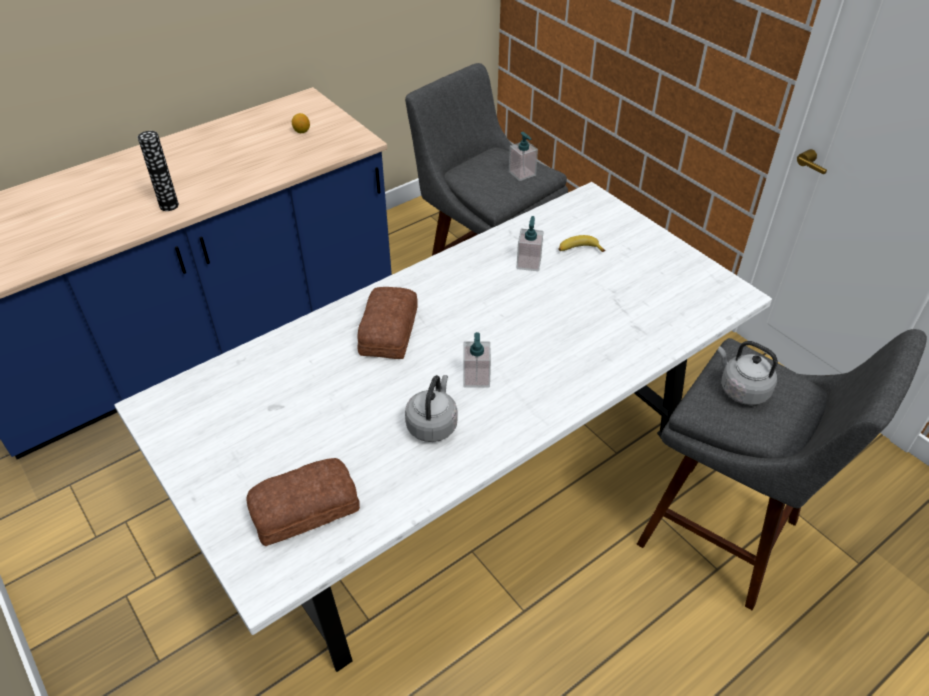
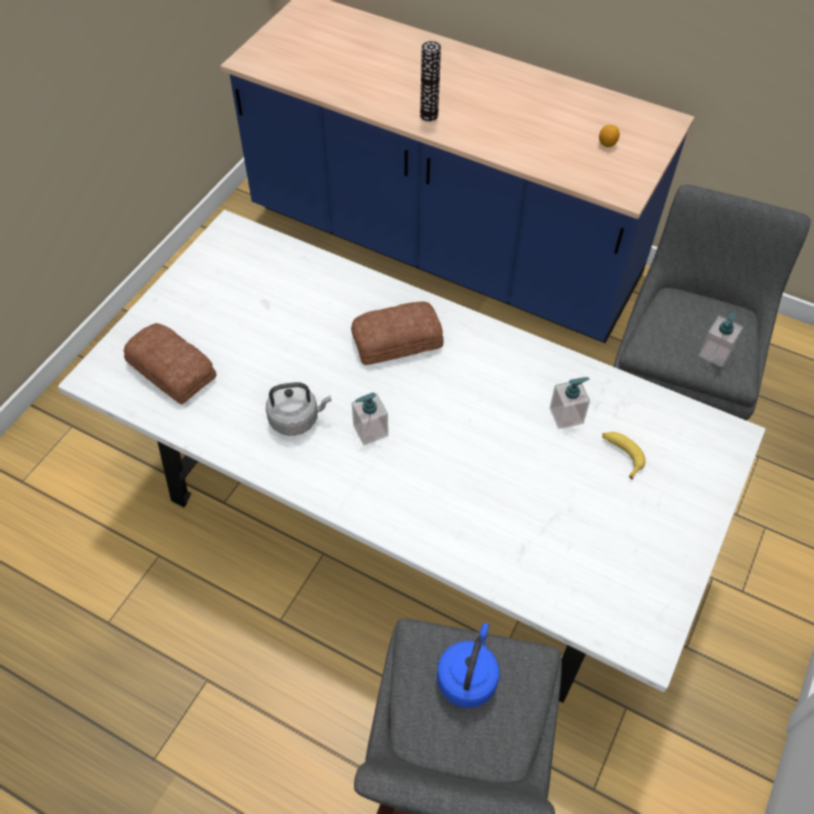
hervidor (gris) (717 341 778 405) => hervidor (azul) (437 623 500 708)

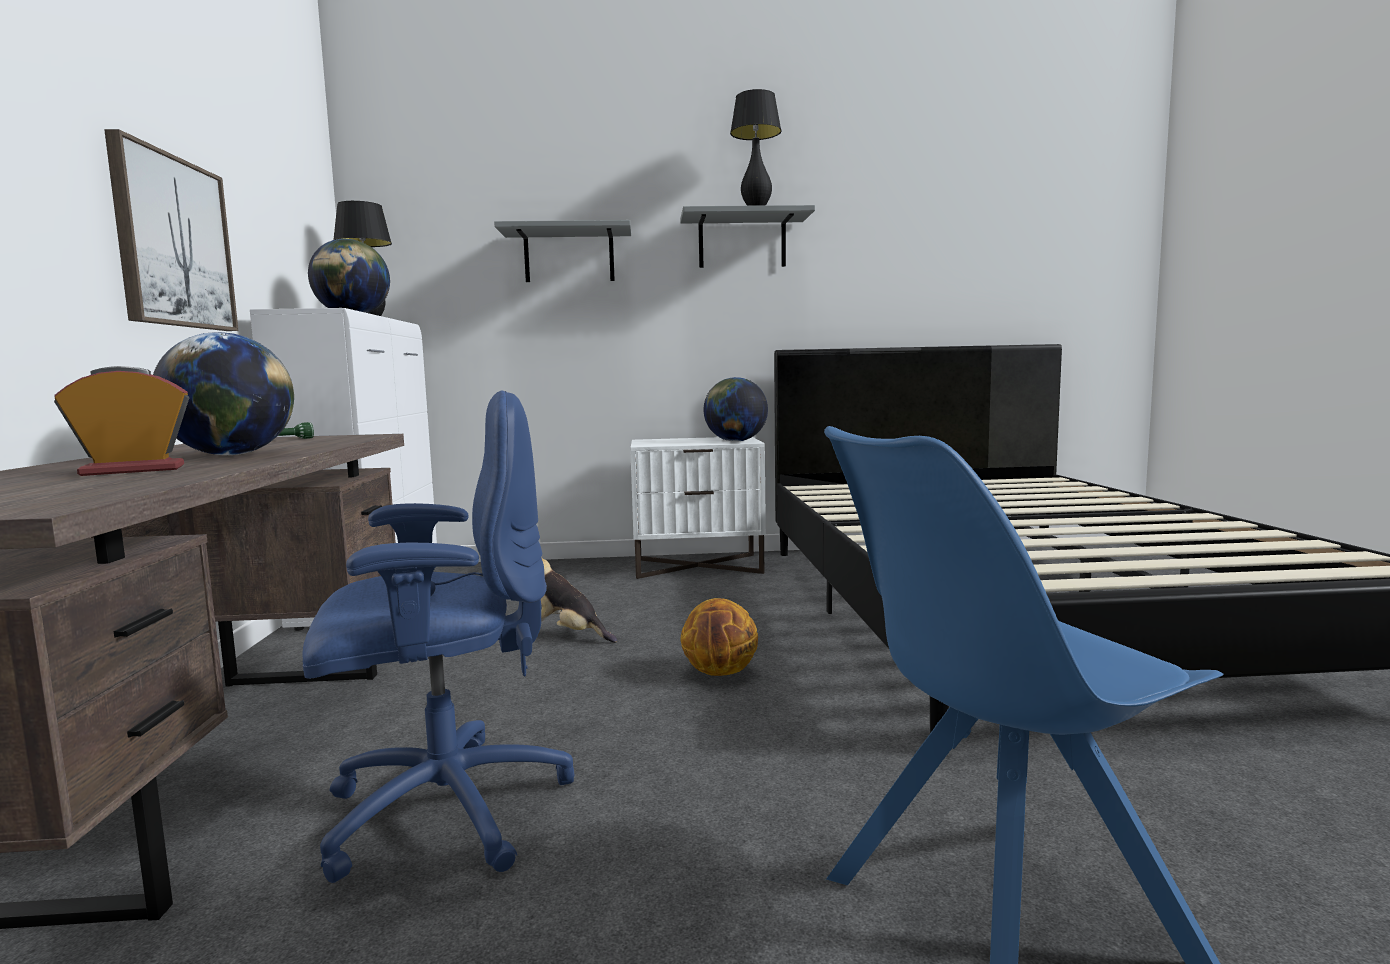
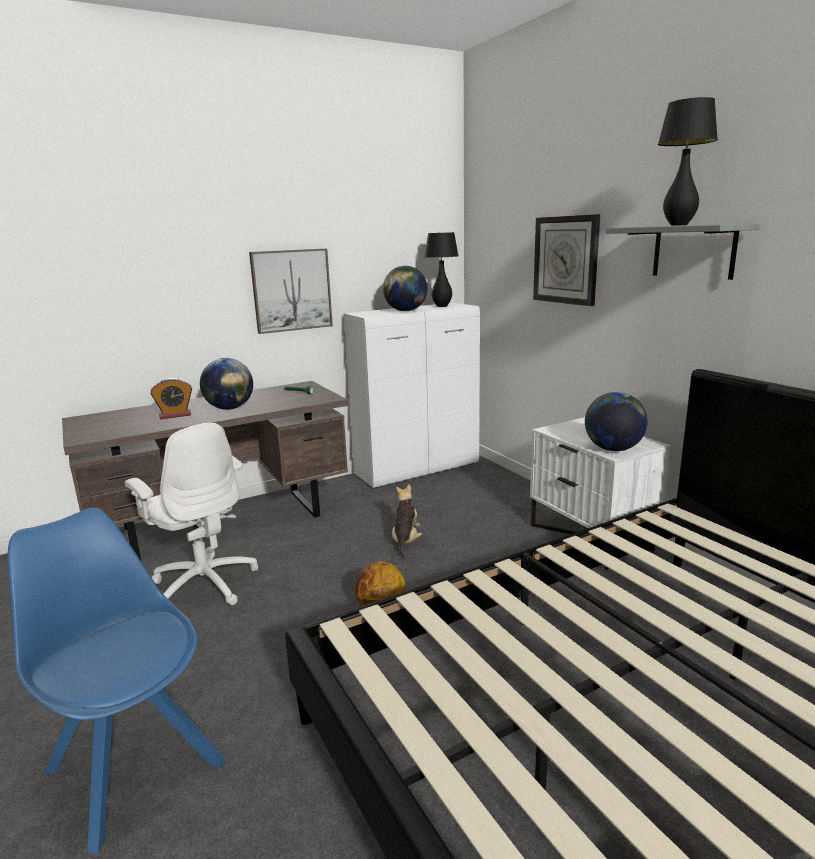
despertador (54 366 190 476) => despertador (150 378 192 419), 120 degrees clockwise
silla de oficina (azul) (302 390 574 883) => silla de oficina (blanco) (125 423 258 605)
estante (gris) (494 220 631 282) => reloj de pared (533 214 600 306)

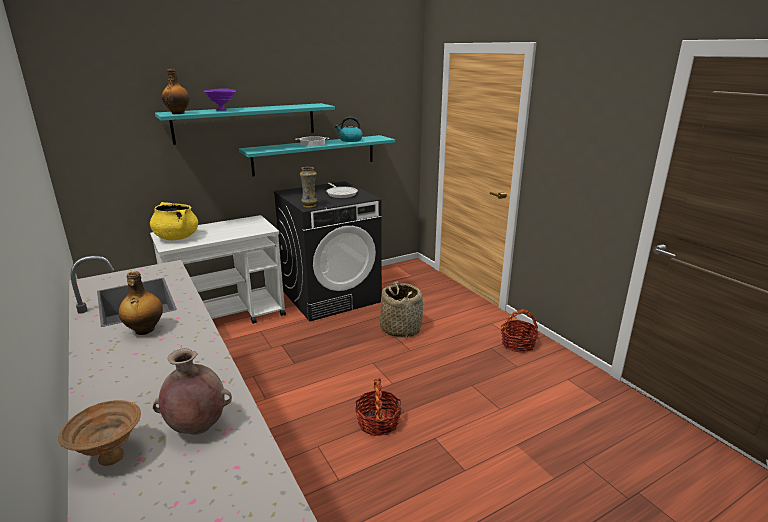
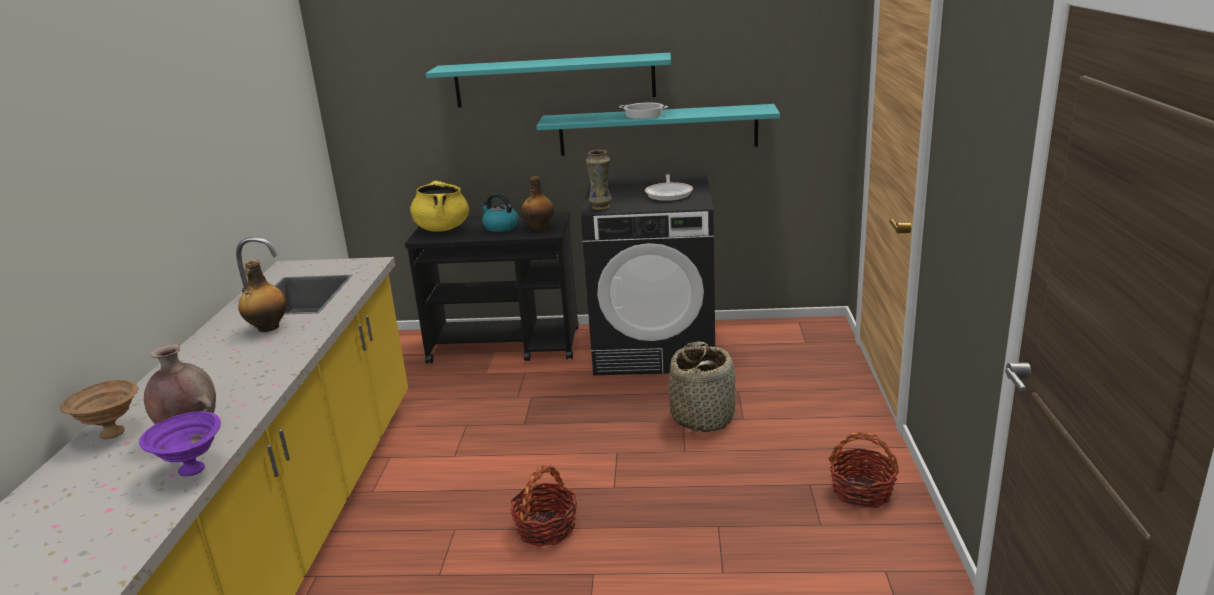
carrito (blanco) (150 215 286 324) => carrito (negro) (405 212 579 364)
botella (162 69 190 114) => botella (521 176 554 231), shifted
cuenco (morado) (203 88 236 111) => cuenco (morado) (139 411 221 476), shifted
hervidor (335 117 363 142) => hervidor (480 193 519 232), shifted

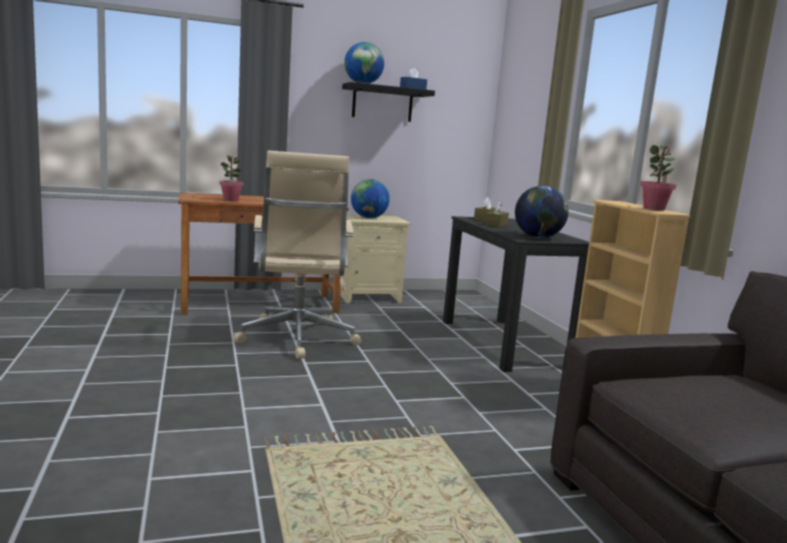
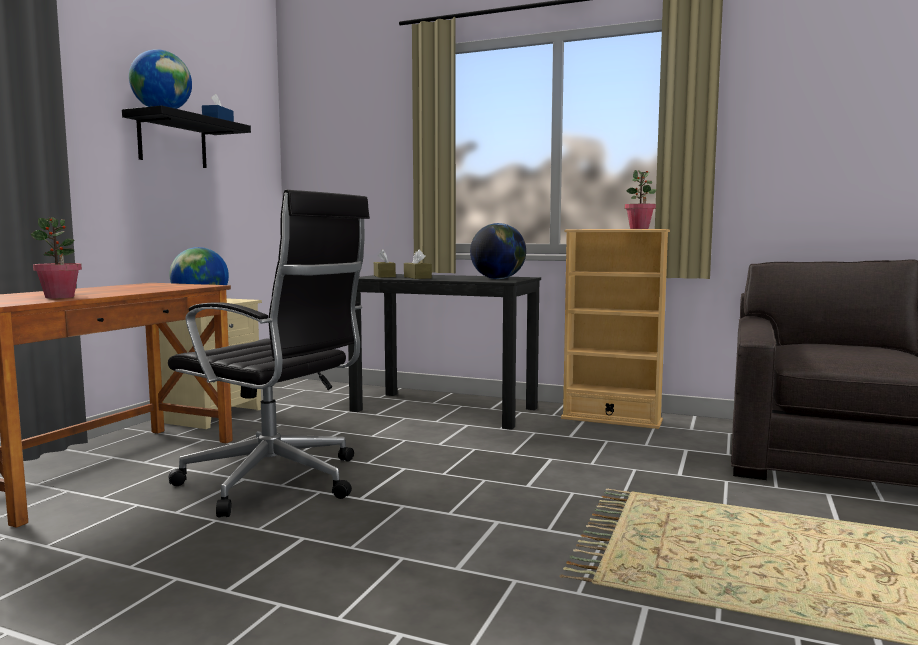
silla de oficina (beis) (233 151 361 359) => silla de oficina (negro) (168 190 370 518)

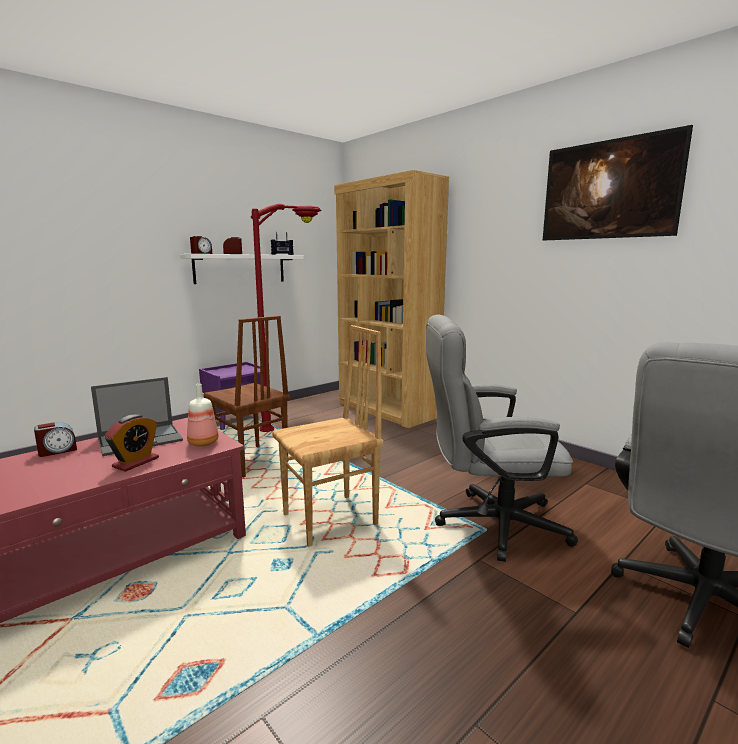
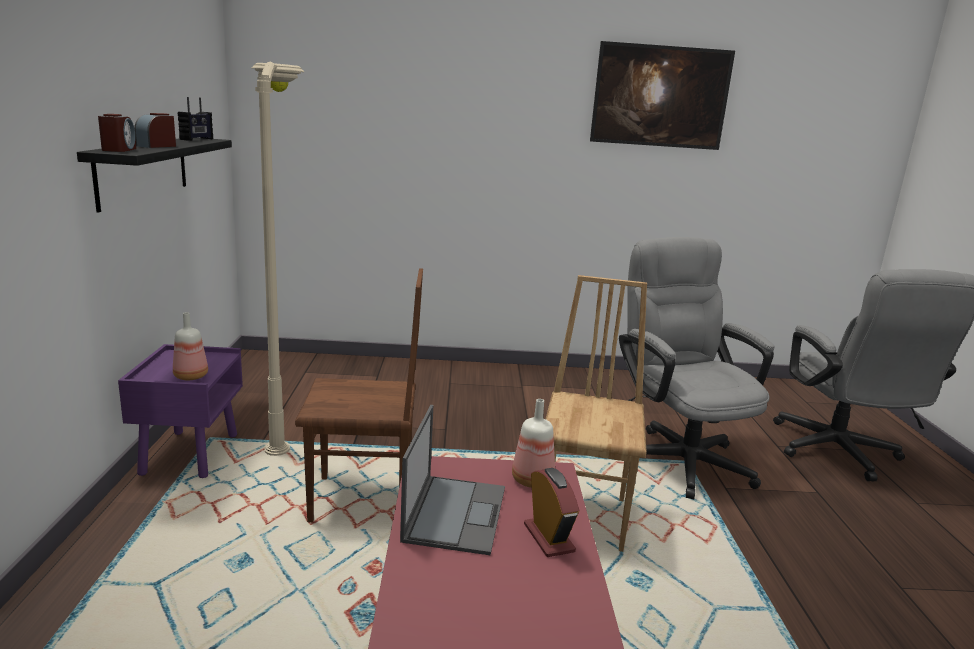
despertador (34 422 77 457) => nothing
estante (blanco) (180 254 304 284) => estante (negro) (77 138 232 212)
lámpara de pie (rojo) (251 203 322 432) => lámpara de pie (beis) (251 62 304 456)
estantería (marrón) (334 170 449 428) => nothing
silla de oficina (gris) (426 315 578 562) => silla de oficina (gris) (619 237 775 499), 120 degrees clockwise
nothing => botella (173 312 208 380)

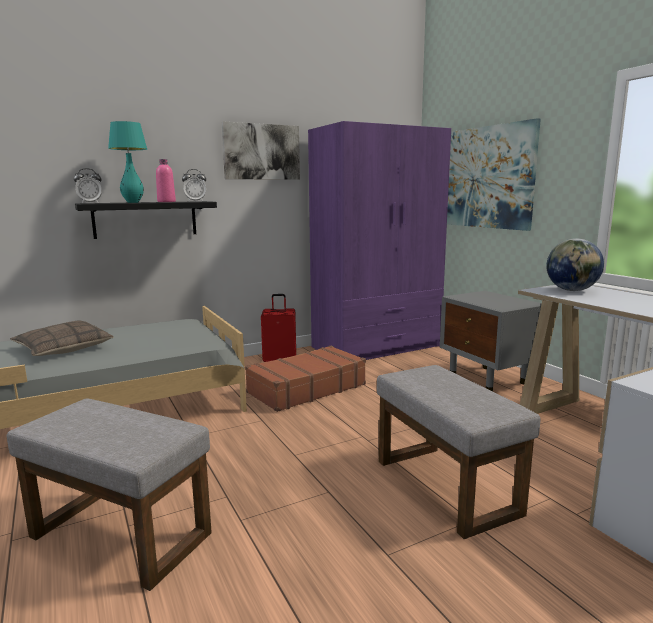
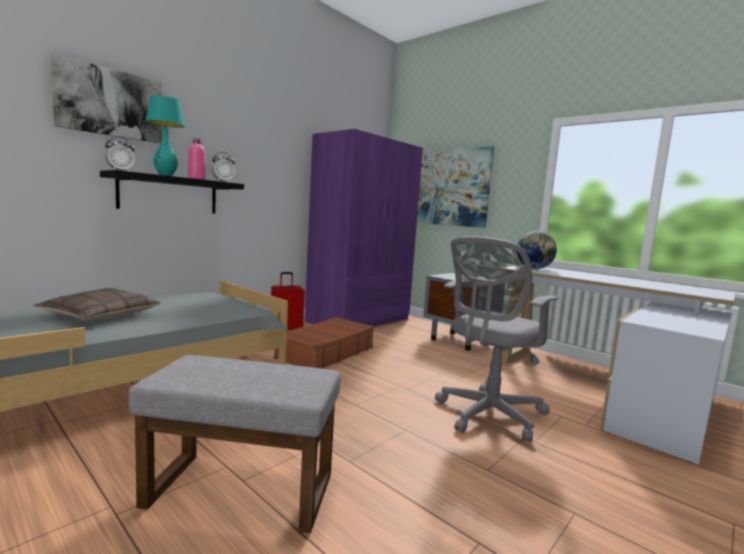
cuadro (222 121 300 180) => cuadro (51 53 162 143), shifted
puf (gris) (377 365 541 539) => silla de oficina (gris) (435 236 559 442)

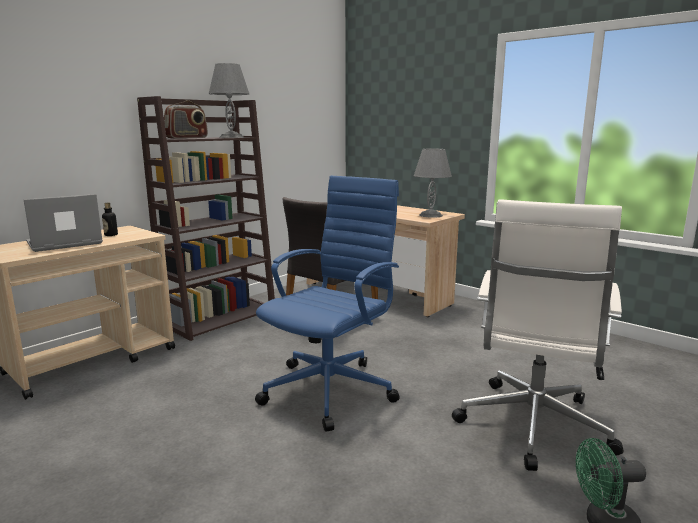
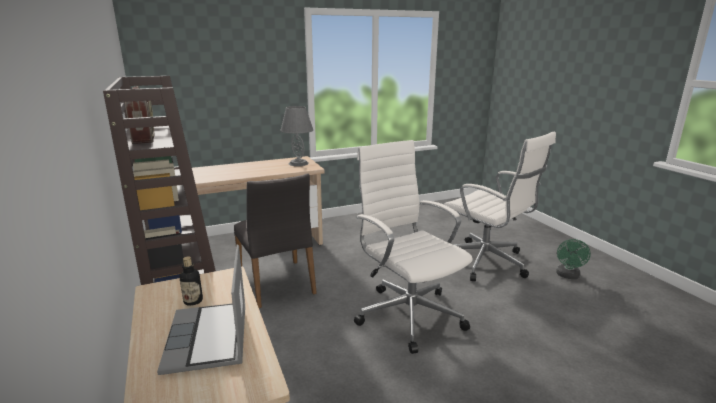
lámpara de mesa (gris) (209 63 249 138) => nothing
silla de oficina (azul) (255 176 400 431) => silla de oficina (blanco) (354 140 473 354)

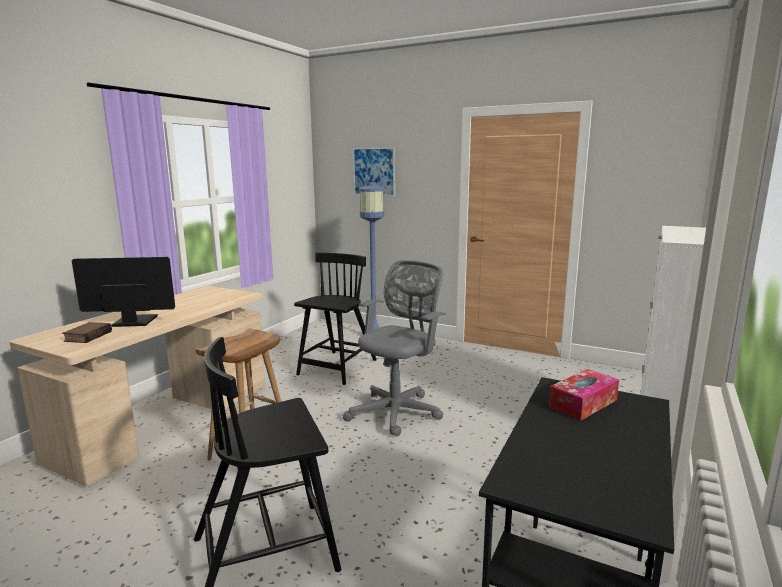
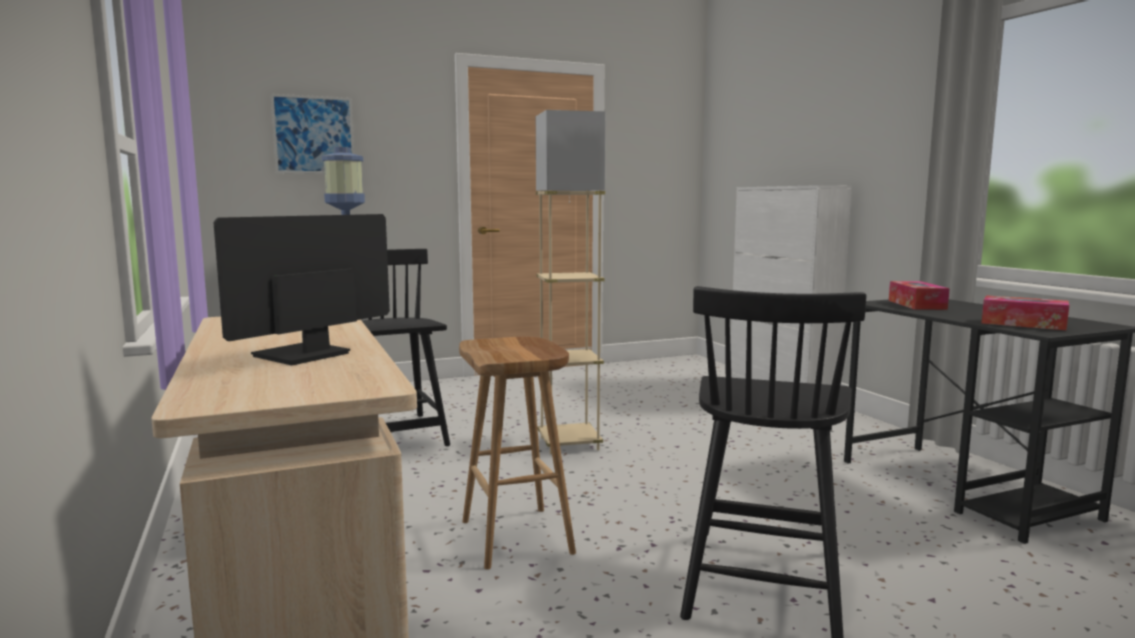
libro (62 322 112 343) => nothing
silla de oficina (gris) (343 260 446 436) => lámpara de pie (beis) (536 110 606 454)
nothing => caja de pañuelos (981 295 1069 330)

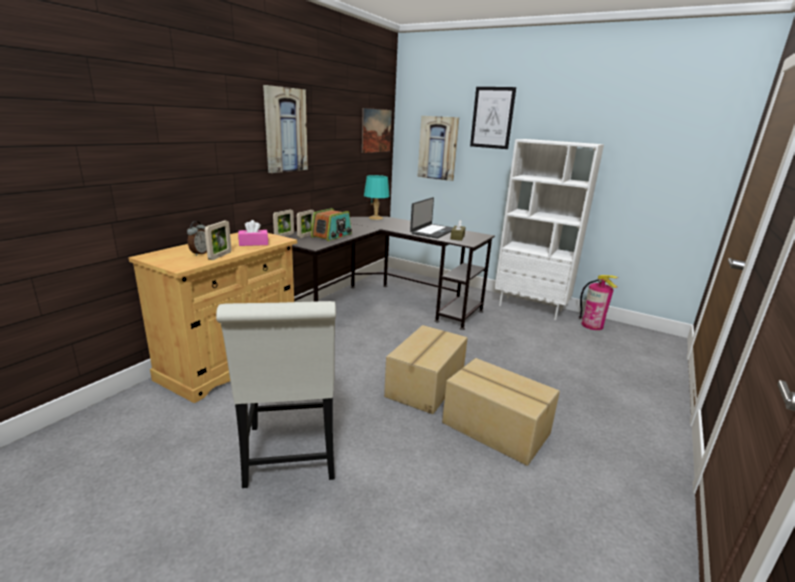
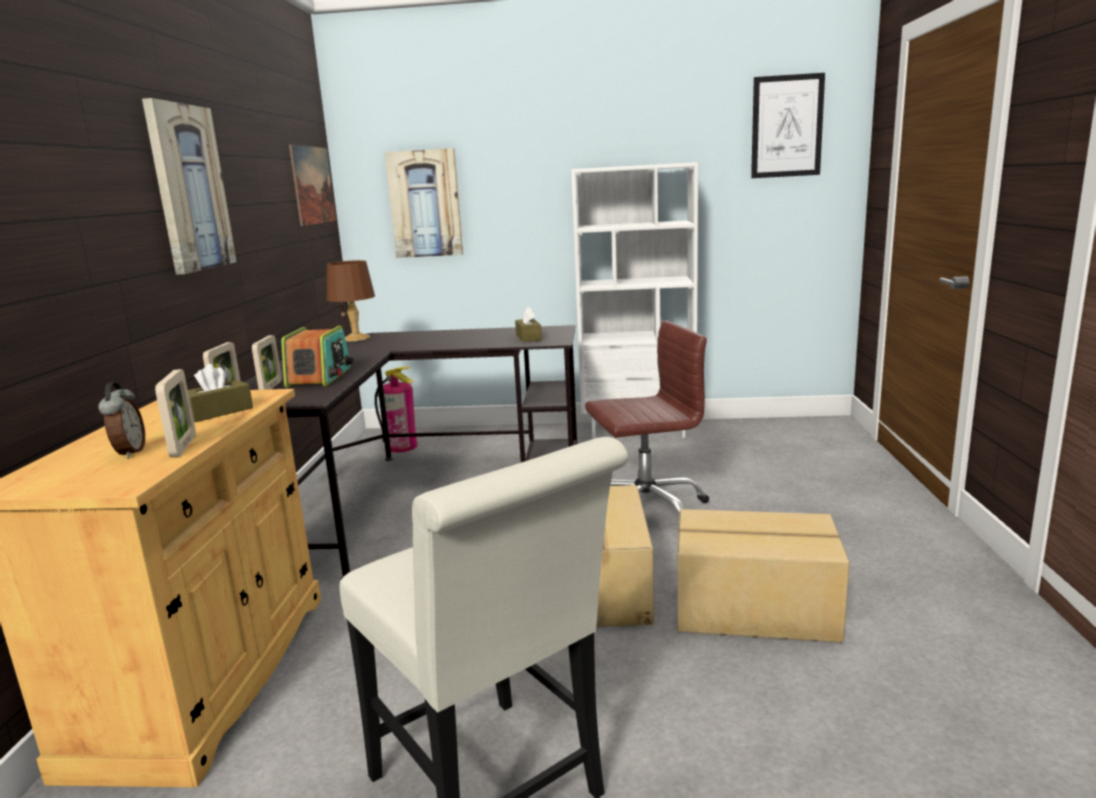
caja de pañuelos (rosa) (238 220 268 246) => caja de pañuelos (marrón) (188 364 253 422)
lámpara de mesa (turquesa) (364 175 390 220) => lámpara de mesa (marrón) (327 260 375 341)
portátil (410 197 453 239) => nothing
cuadro (470 87 516 149) => cuadro (751 73 825 178), shifted
extintor (579 275 619 330) => extintor (375 367 417 452), shifted
nothing => silla de oficina (marrón) (585 320 709 514)

